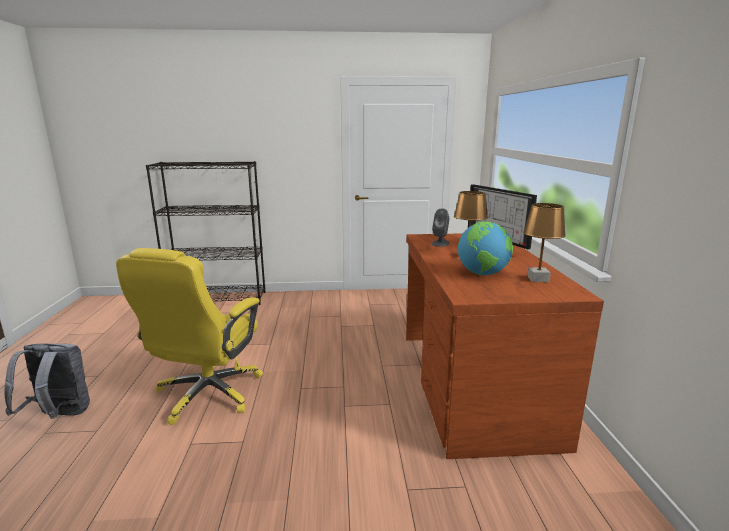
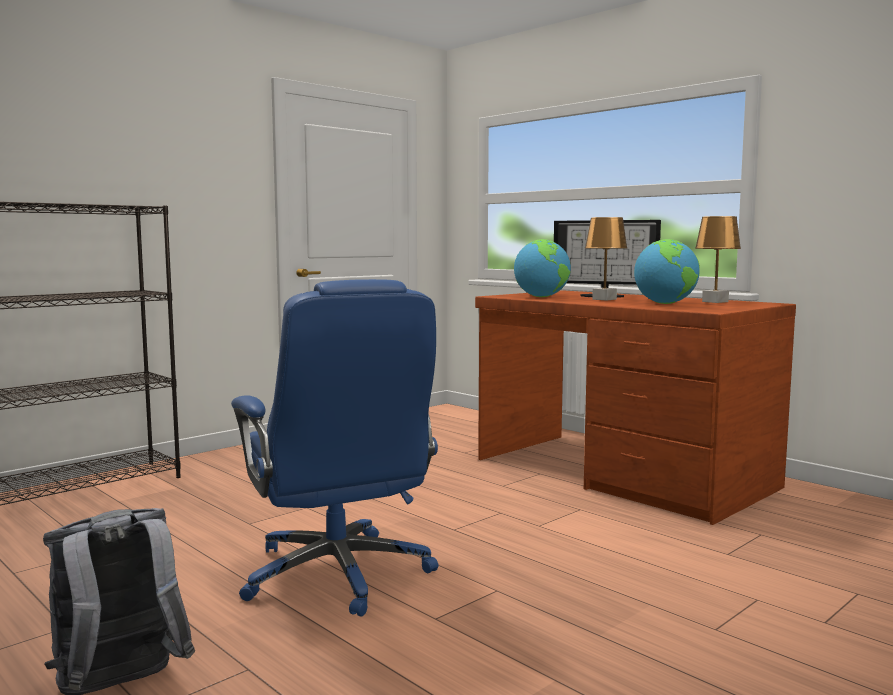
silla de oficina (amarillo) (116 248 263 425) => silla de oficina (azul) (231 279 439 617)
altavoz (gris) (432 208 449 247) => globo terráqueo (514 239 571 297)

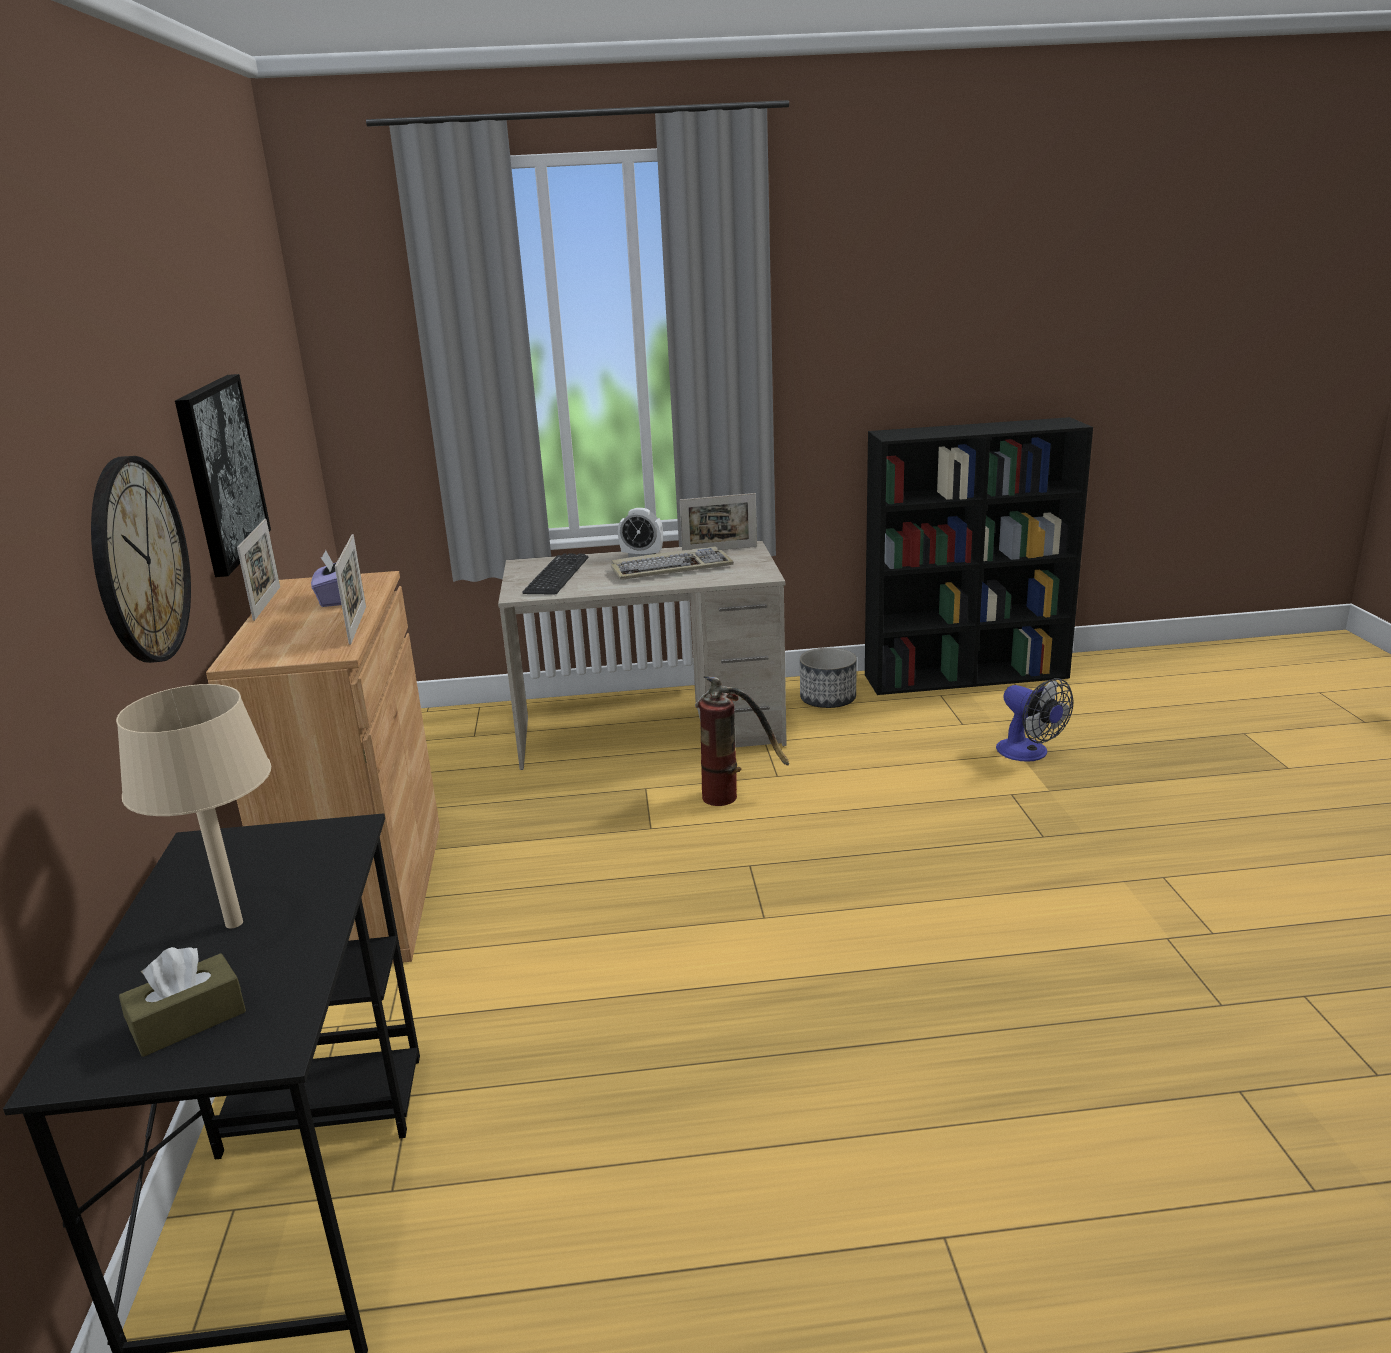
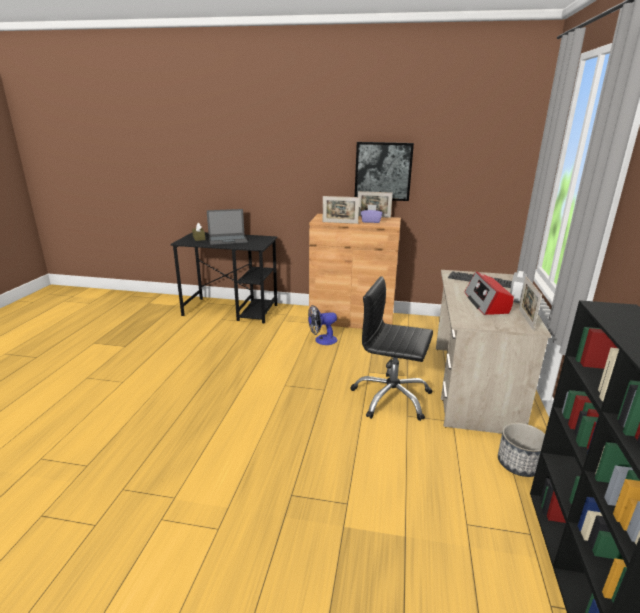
reloj de pared (91 456 191 663) => nothing
lámpara de mesa (beis) (116 684 271 928) => portátil (207 209 248 245)
teclado (611 547 734 580) => radio (465 272 514 315)
extintor (695 676 789 806) => silla de oficina (negro) (350 276 433 421)
ventilador (996 678 1074 762) => ventilador (308 305 337 345), shifted

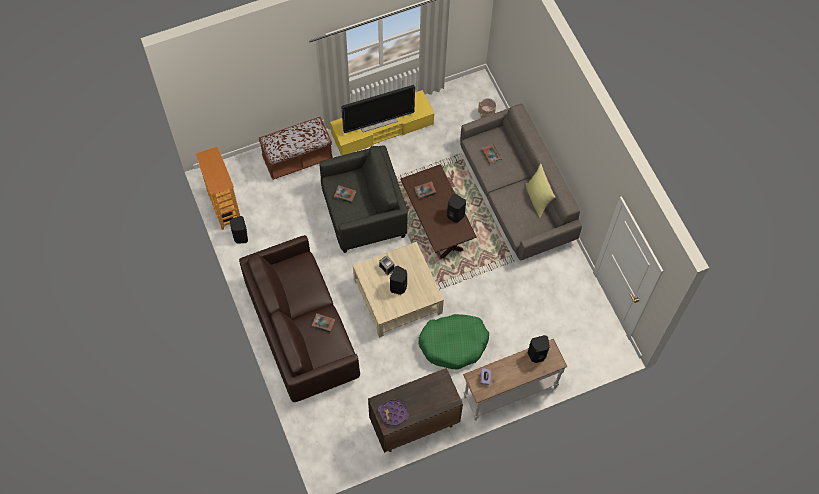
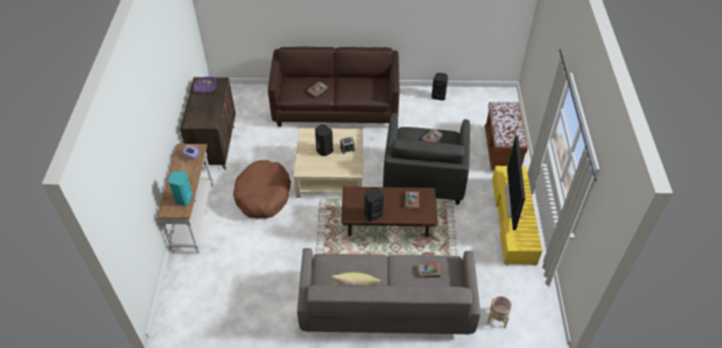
estantería (195 146 240 230) => nothing
cama para perro (verde) (419 314 489 370) => cama para perro (marrón) (233 160 291 219)
altavoz (negro) (527 335 550 363) => altavoz (turquesa) (168 171 193 206)

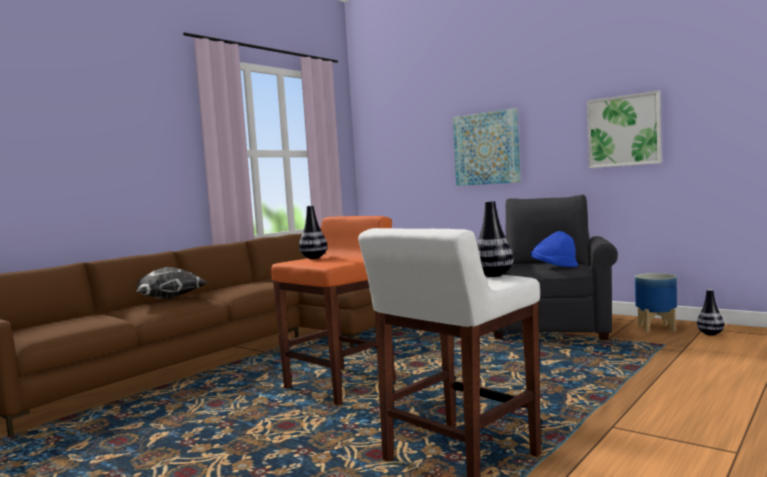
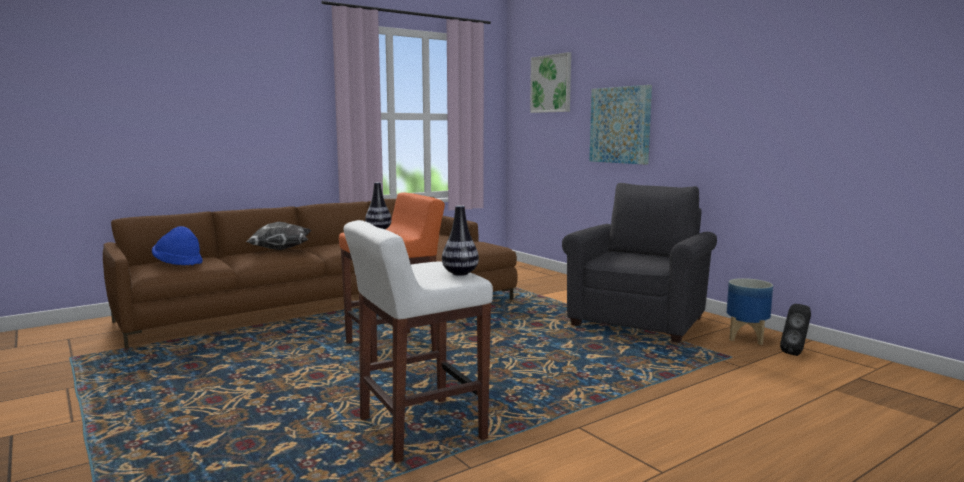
sombrero (azul) (531 231 578 267) => sombrero (azul) (152 226 202 266), shifted
cuadro (587 91 662 168) => cuadro (530 52 571 113), shifted
florero (697 289 725 335) => altavoz (negro) (780 304 811 356)

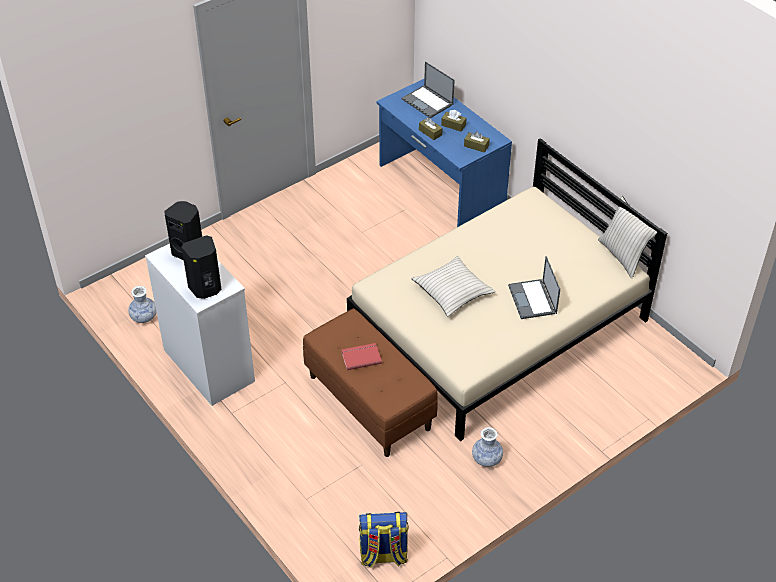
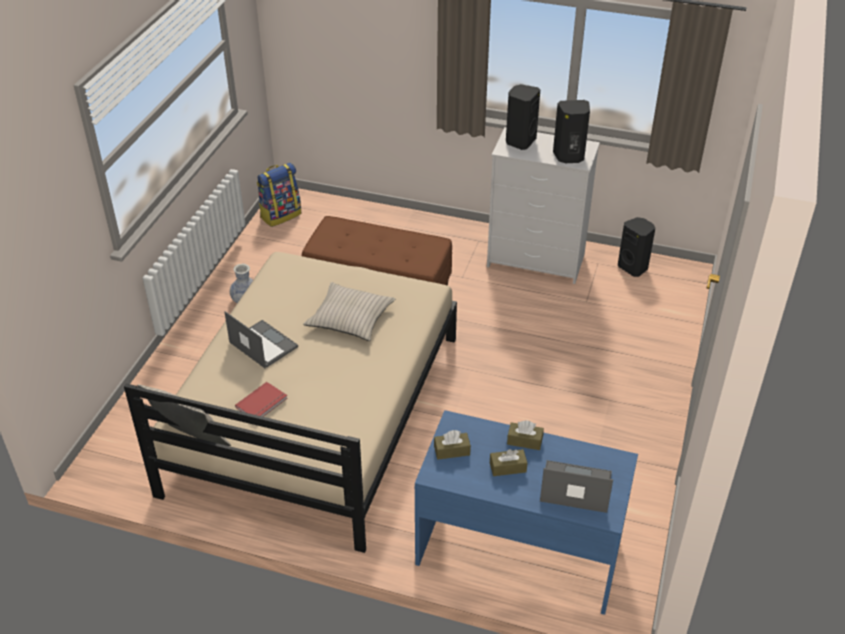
florero (128 286 157 323) => altavoz (negro) (618 217 655 277)
libro (rojo) (342 343 382 370) => libro (rojo) (235 382 287 417), shifted

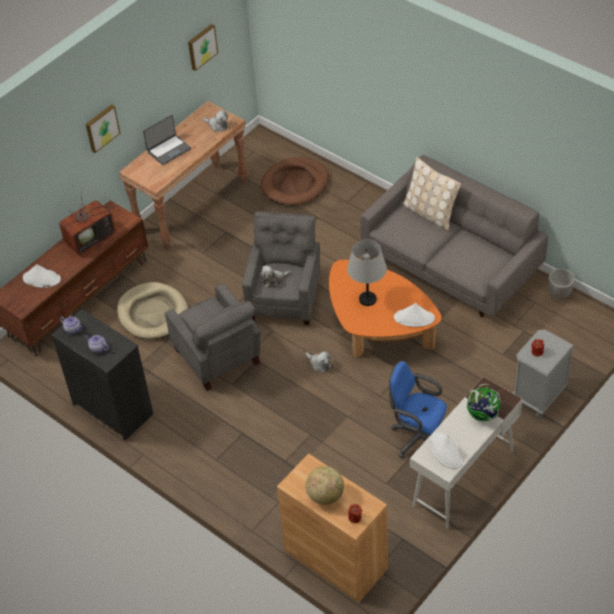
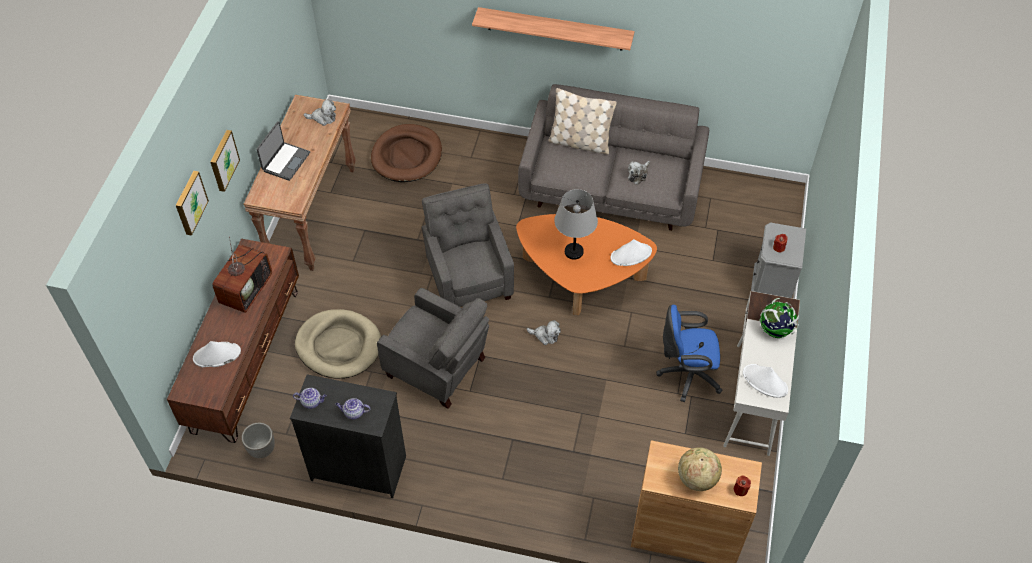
cuadro (188 24 218 71) => cuadro (176 171 209 236), shifted
peluche (260 265 291 288) => peluche (628 161 650 185), shifted
maceta (548 269 575 298) => maceta (242 423 275 458), shifted
nothing => estante (472 7 635 51)

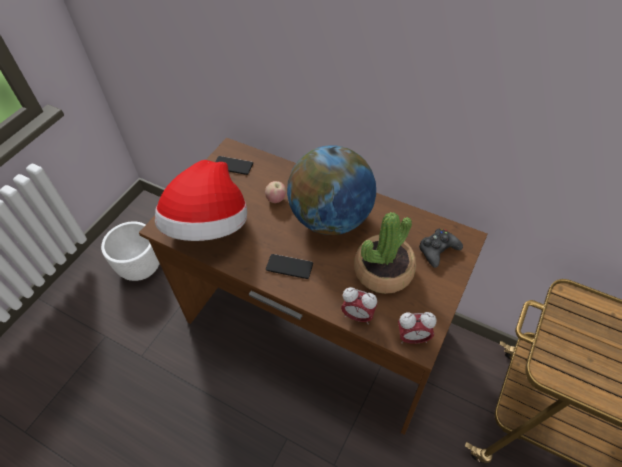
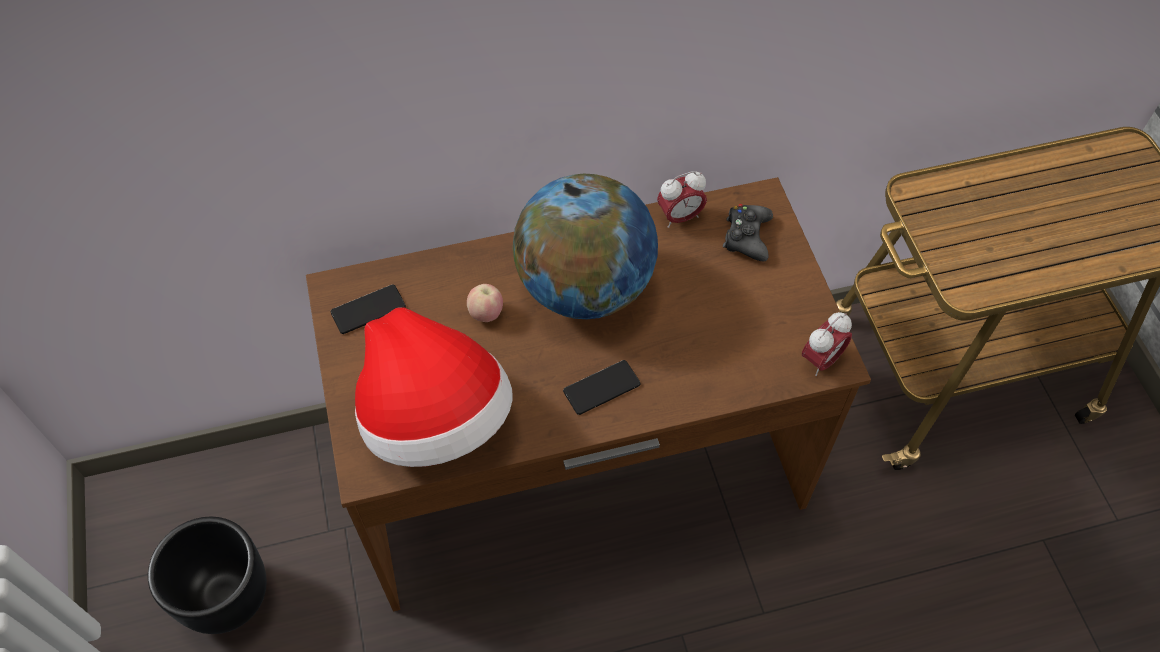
maceta (blanco) (101 221 160 281) => maceta (negro) (148 516 267 634)
despertador (341 287 377 324) => despertador (657 171 707 228), shifted
planta en maceta (354 212 416 294) => nothing

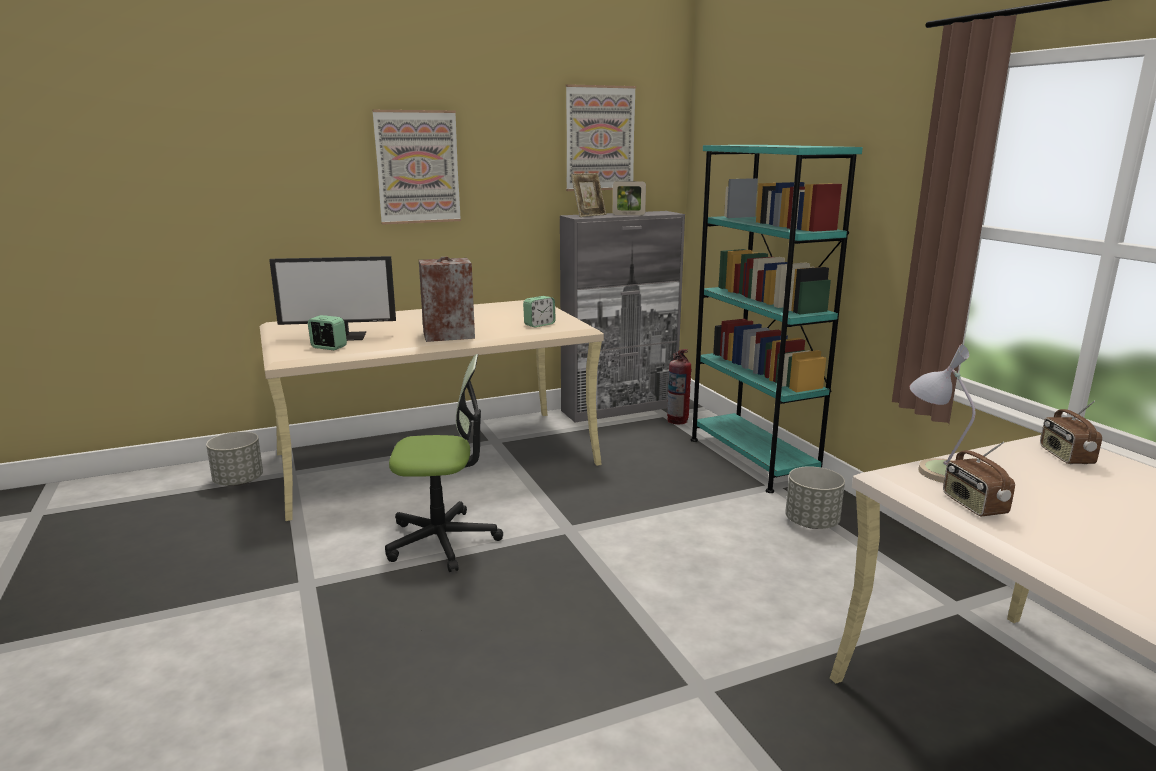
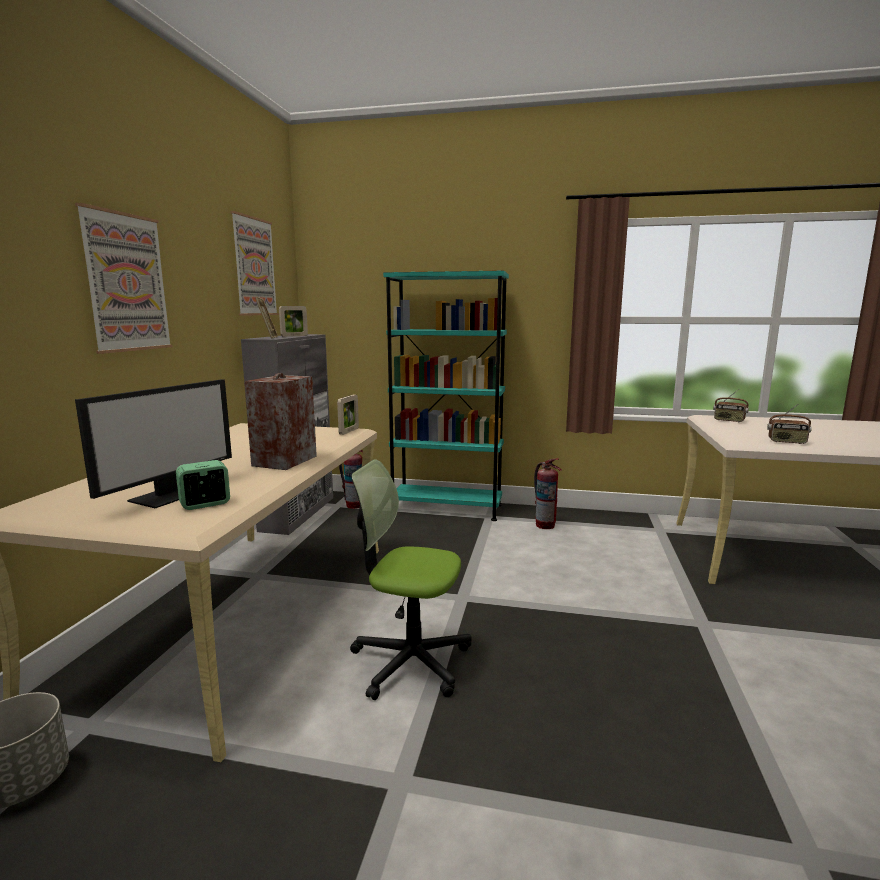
silla de oficina (385 354 503 572) => silla de oficina (350 459 472 700), 105 degrees counterclockwise
despertador (523 296 556 328) => nothing
maceta (gris) (785 466 845 529) => extintor (534 459 562 529)
lámpara de mesa (910 344 975 483) => nothing
nothing => portarretratos (337 395 359 435)

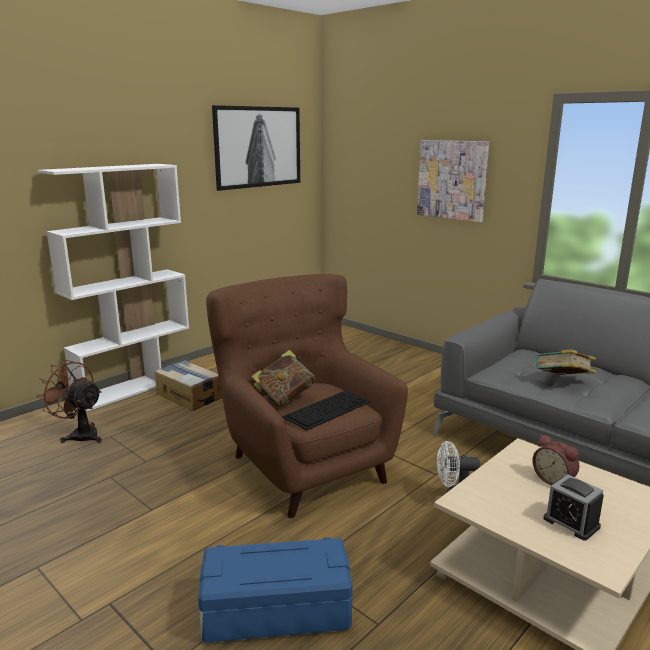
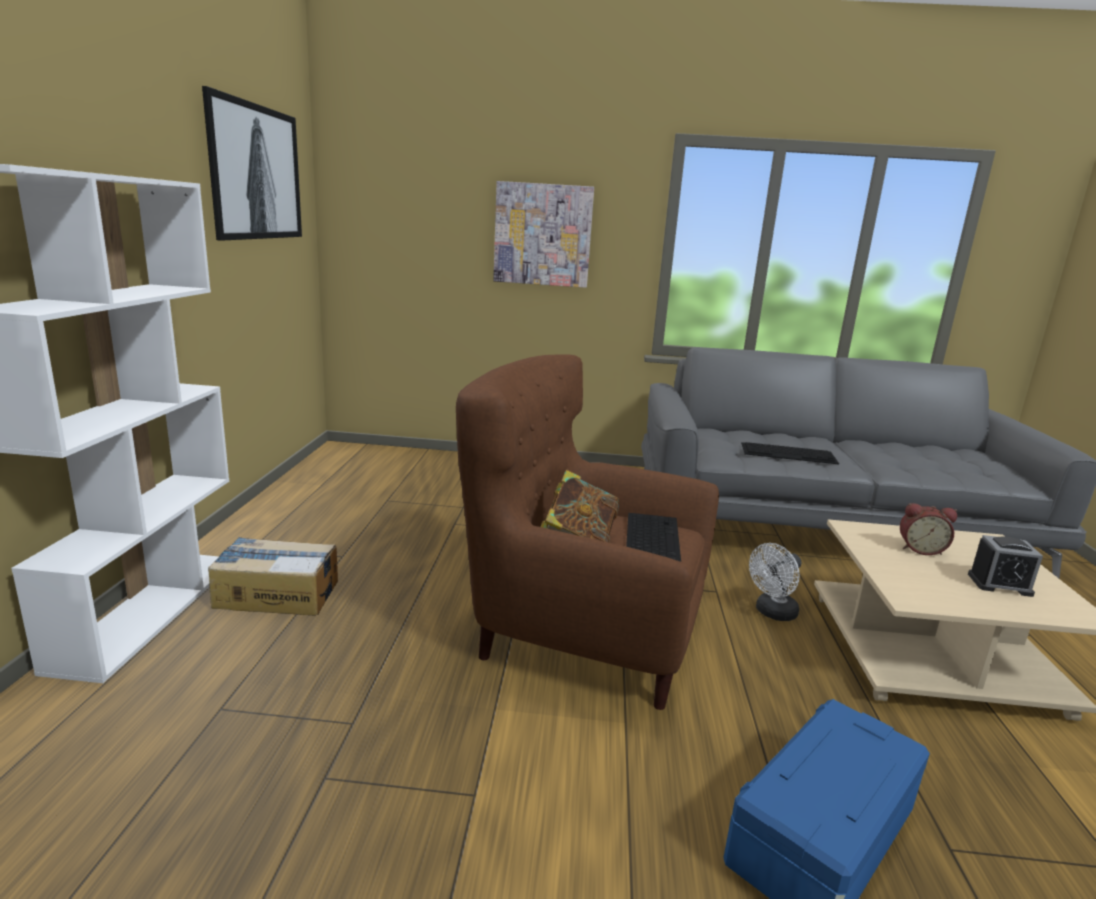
ventilador (marrón) (36 360 102 443) => nothing
libro (534 349 596 375) => teclado (741 442 839 464)

